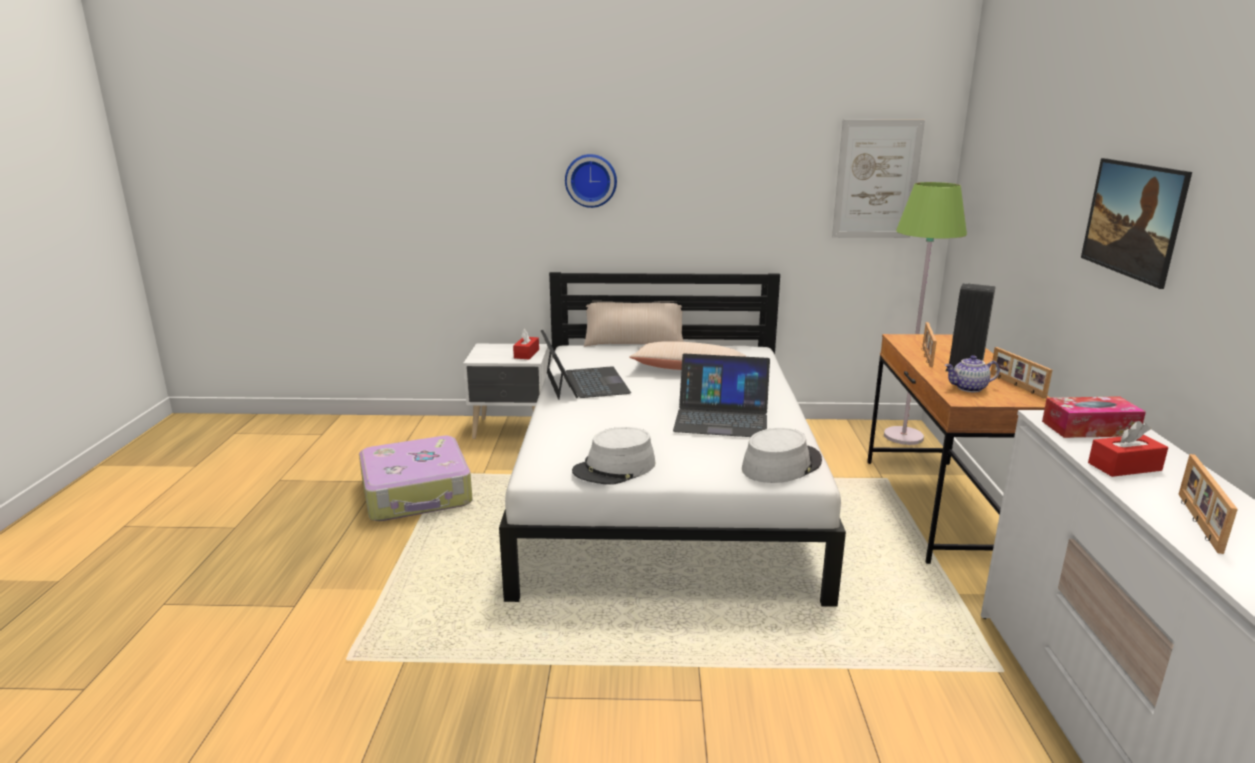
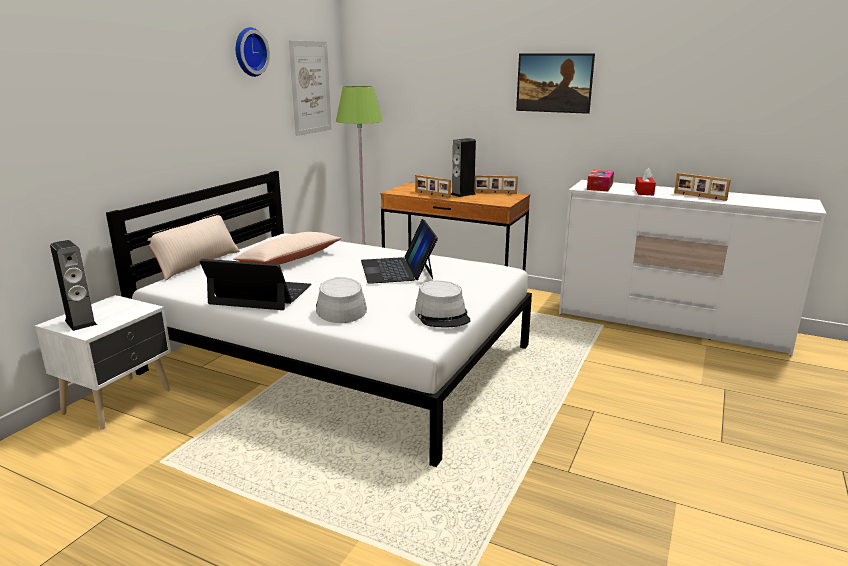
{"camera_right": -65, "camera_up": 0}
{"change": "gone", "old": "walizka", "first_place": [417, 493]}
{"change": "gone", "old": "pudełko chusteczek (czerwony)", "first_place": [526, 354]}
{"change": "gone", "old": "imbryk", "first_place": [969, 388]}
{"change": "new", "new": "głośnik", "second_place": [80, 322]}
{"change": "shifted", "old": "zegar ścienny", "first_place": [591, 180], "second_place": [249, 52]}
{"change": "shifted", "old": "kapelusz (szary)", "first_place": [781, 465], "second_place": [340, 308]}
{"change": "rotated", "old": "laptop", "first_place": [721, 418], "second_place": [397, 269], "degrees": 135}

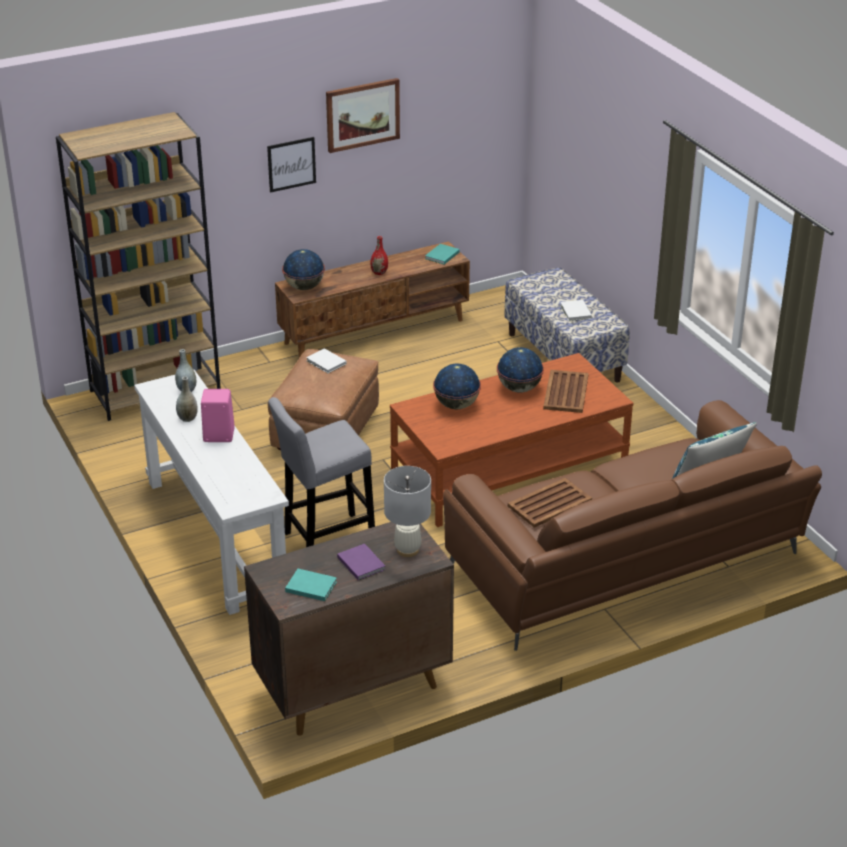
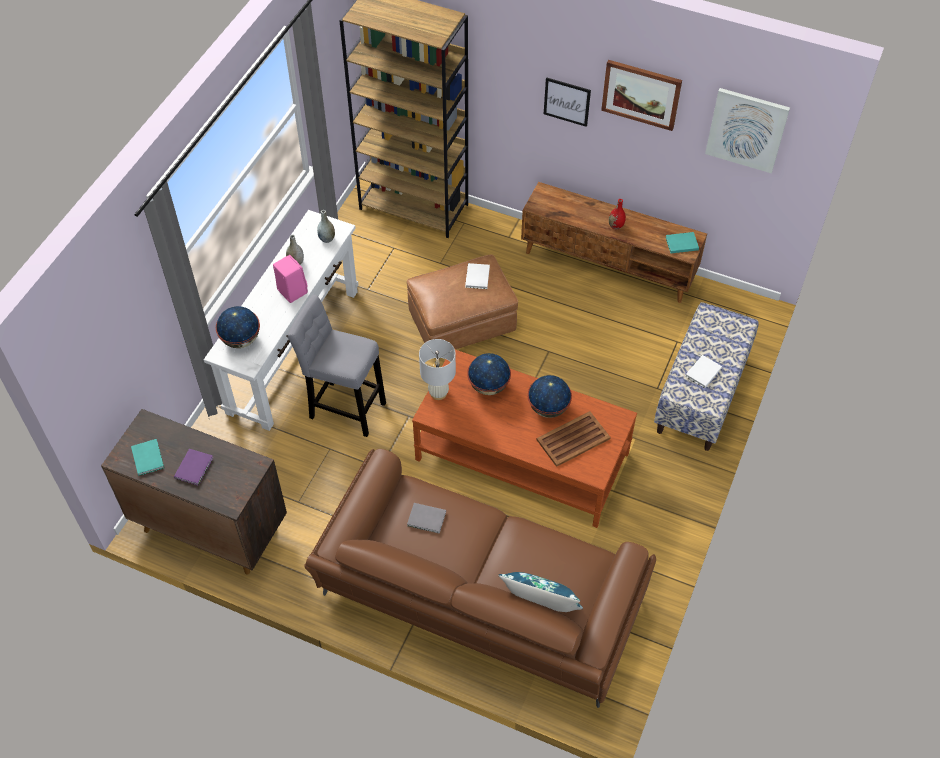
{"camera_right": 50, "camera_up": 20}
{"change": "new", "new": "obraz", "second_place": [746, 129]}
{"change": "shifted", "old": "globus", "first_place": [304, 287], "second_place": [241, 340]}
{"change": "shifted", "old": "lampa stołowa (biały)", "first_place": [407, 550], "second_place": [438, 393]}
{"change": "swapped", "old": "taca (brązowy)", "new": "książka (szary)", "first_place": [550, 503], "second_place": [427, 519]}

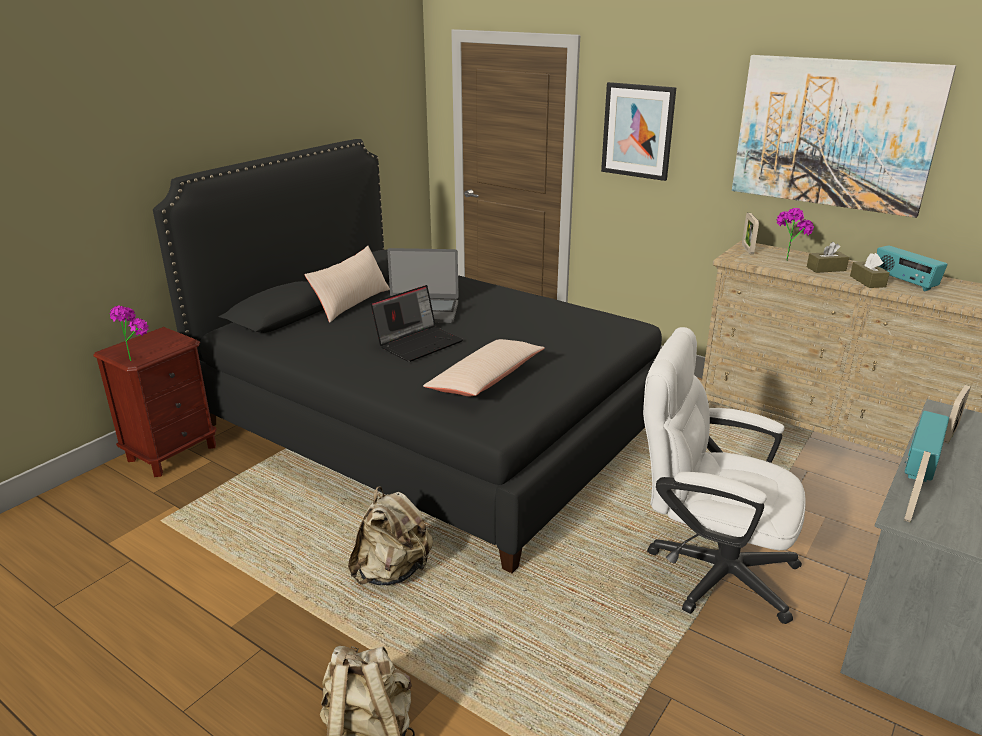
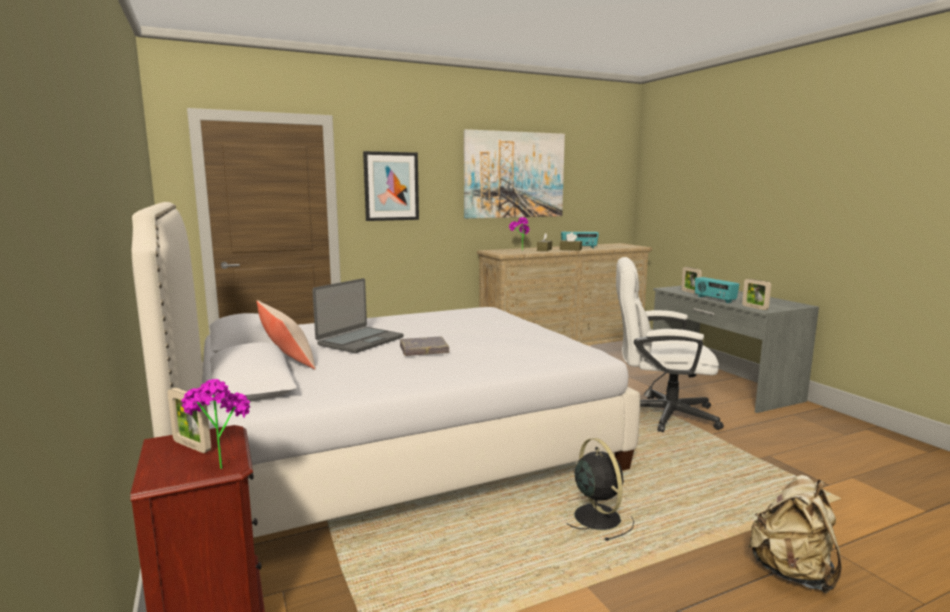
{"camera_right": -60, "camera_up": -15}
{"change": "gone", "old": "poduszka (beżowy)", "first_place": [486, 379]}
{"change": "shifted", "old": "ramka na zdjęcie", "first_place": [747, 249], "second_place": [192, 446]}
{"change": "swapped", "old": "plecak (beżowy)", "new": "wentylator (czarny)", "first_place": [392, 572], "second_place": [595, 516]}
{"change": "swapped", "old": "laptop", "new": "książka (szary)", "first_place": [419, 343], "second_place": [424, 350]}
{"change": "repainted", "old": "łóżko (czarny)", "new": "łóżko (biały)", "first_place": [429, 425], "second_place": [392, 450]}
{"change": "rotated", "old": "krzesło biurowe (biały)", "first_place": [708, 569], "second_place": [658, 414], "degrees": 45}

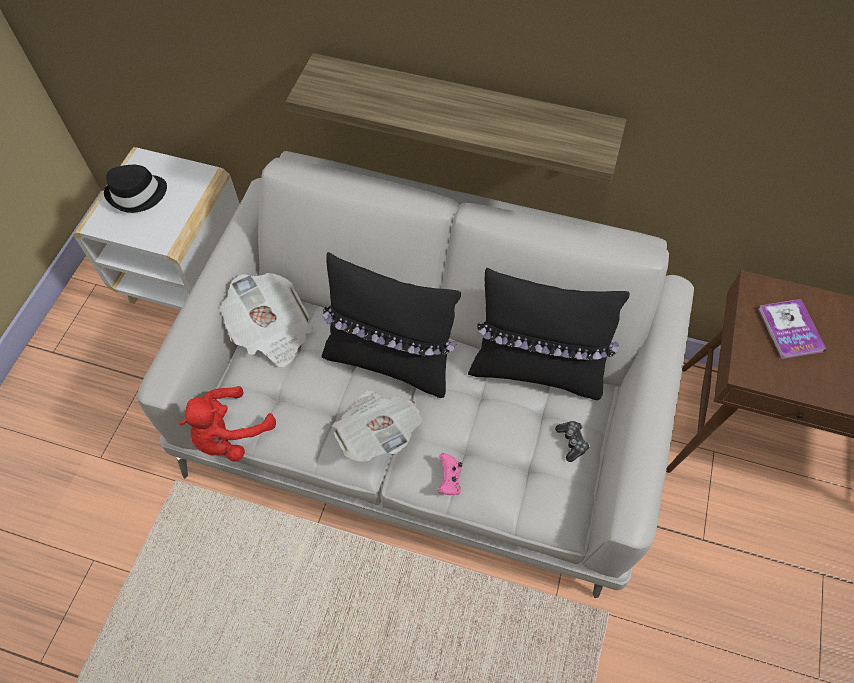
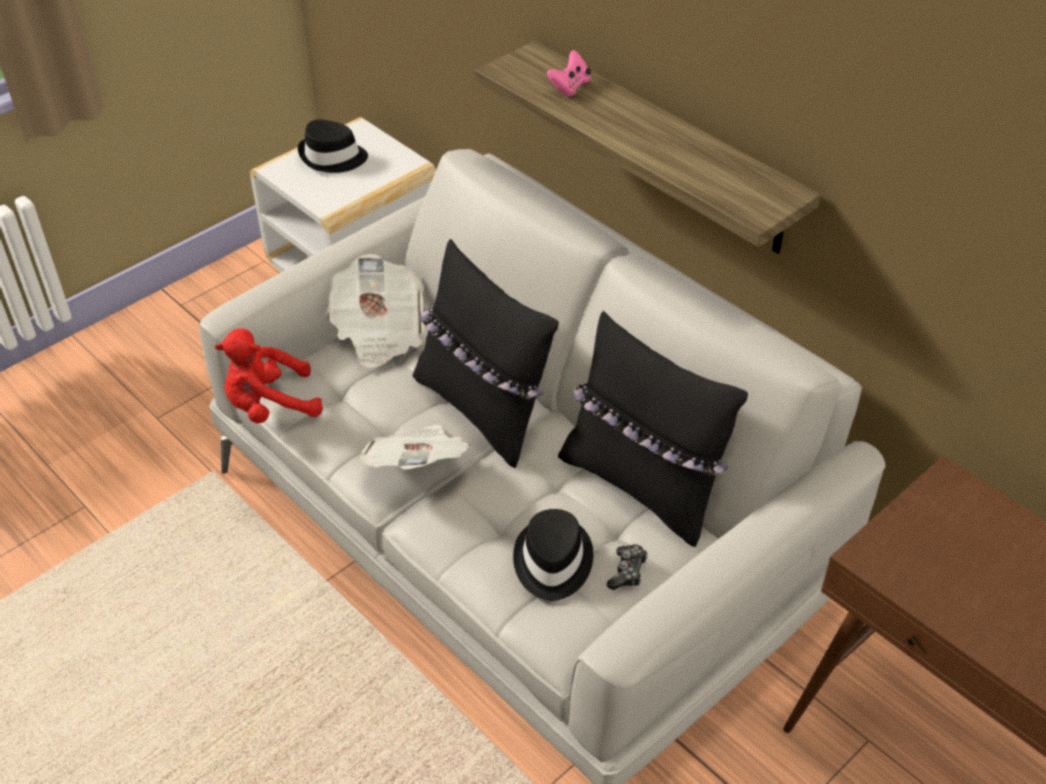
{"camera_right": 30, "camera_up": -15}
{"change": "gone", "old": "książka", "first_place": [790, 330]}
{"change": "new", "new": "kapelusz (czarny)", "second_place": [552, 562]}
{"change": "shifted", "old": "pad do gier (różowy)", "first_place": [449, 479], "second_place": [570, 87]}

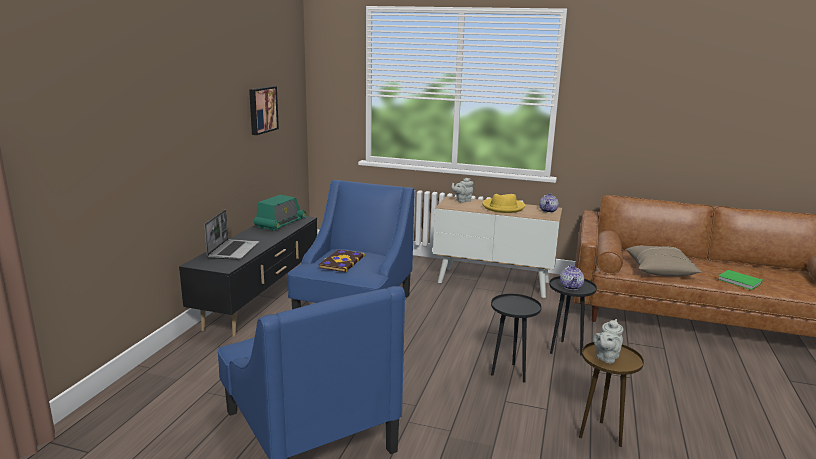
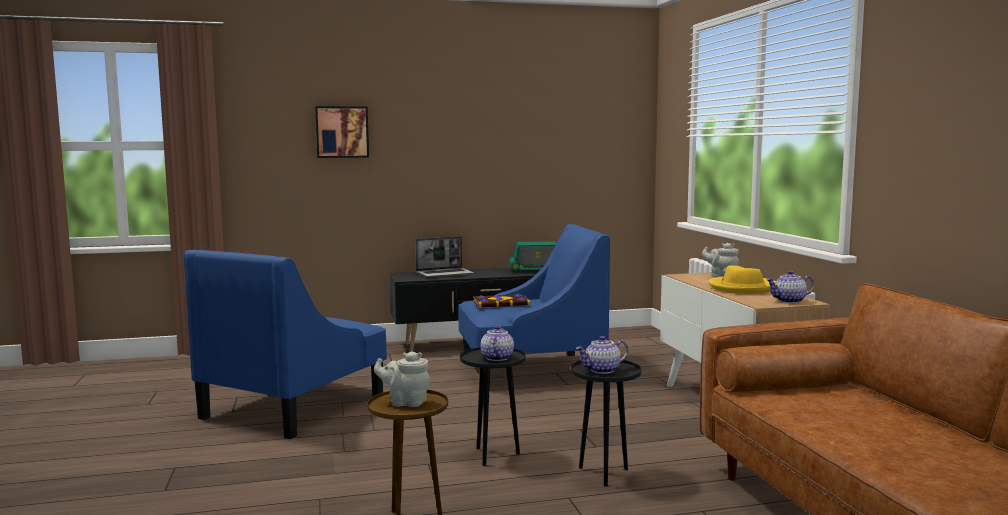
{"camera_right": 60, "camera_up": -10}
{"change": "gone", "old": "poduszka (beżowy)", "first_place": [659, 270]}
{"change": "gone", "old": "książka (zielony)", "first_place": [740, 282]}
{"change": "new", "new": "imbryk", "second_place": [496, 358]}
{"change": "shifted", "old": "obraz", "first_place": [262, 110], "second_place": [342, 132]}

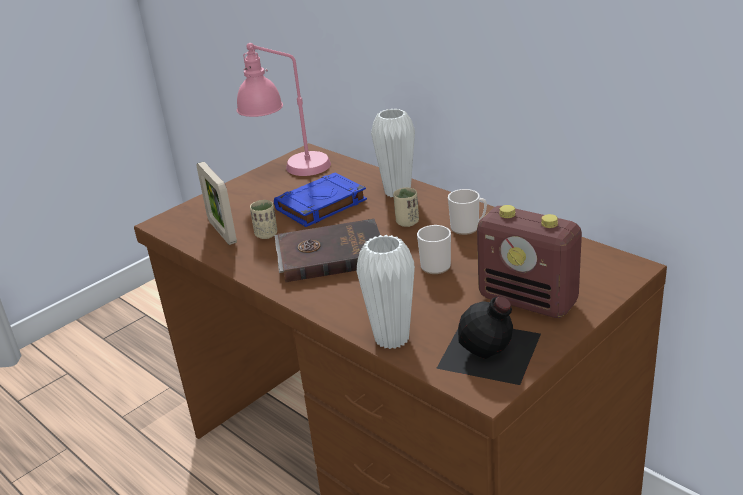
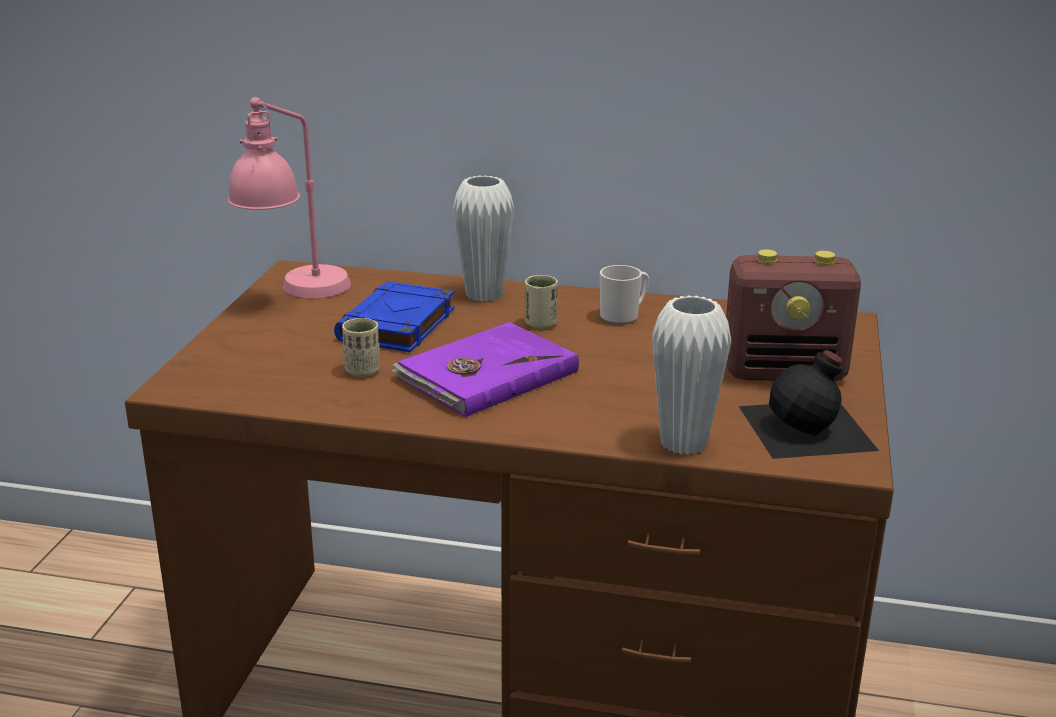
{"camera_right": -35, "camera_up": -5}
{"change": "gone", "old": "ramka na zdjęcie", "first_place": [222, 232]}
{"change": "gone", "old": "kubek", "first_place": [435, 264]}
{"change": "repainted", "old": "książka (brązowy)", "new": "książka (fioletowy)", "first_place": [330, 254], "second_place": [485, 375]}

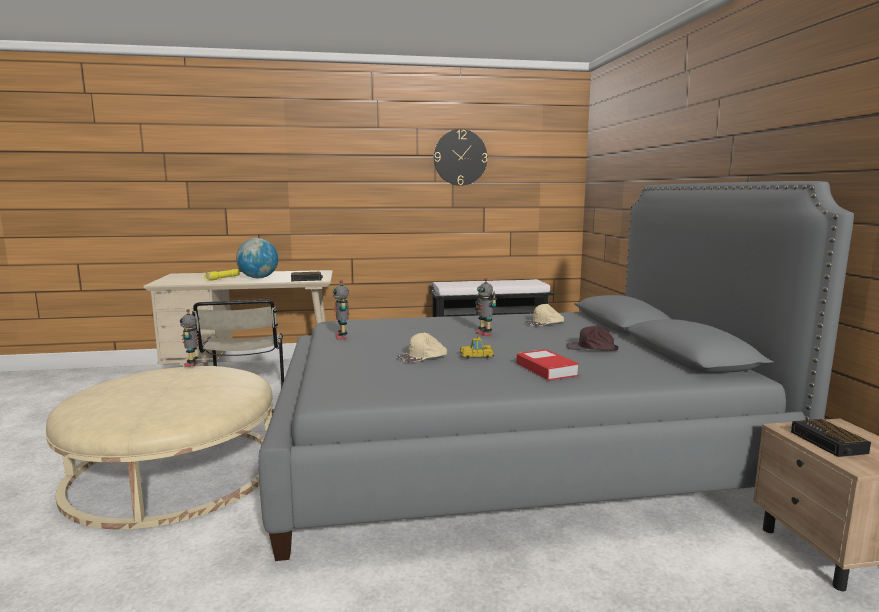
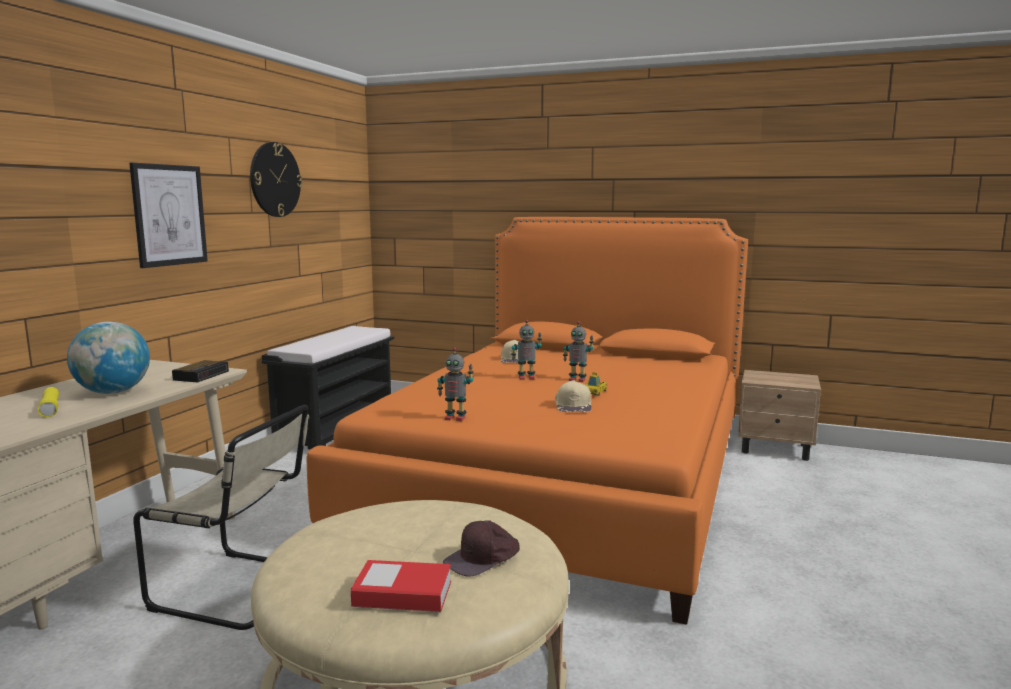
{"camera_right": -60, "camera_up": 0}
{"change": "gone", "old": "budzik", "first_place": [829, 443]}
{"change": "new", "new": "obraz", "second_place": [169, 215]}
{"change": "shifted", "old": "robot zabawkowy", "first_place": [192, 364], "second_place": [577, 380]}
{"change": "shifted", "old": "książka", "first_place": [546, 370], "second_place": [402, 594]}
{"change": "shifted", "old": "czapka z daszkiem (brązowy)", "first_place": [591, 348], "second_place": [483, 558]}
{"change": "repainted", "old": "łóżko (szary)", "new": "łóżko (pomarańczowy)", "first_place": [507, 446], "second_place": [562, 481]}

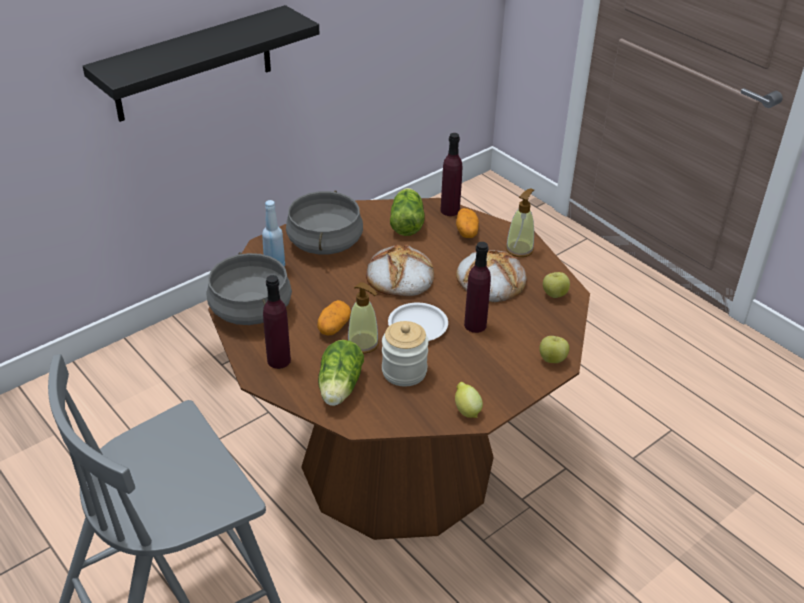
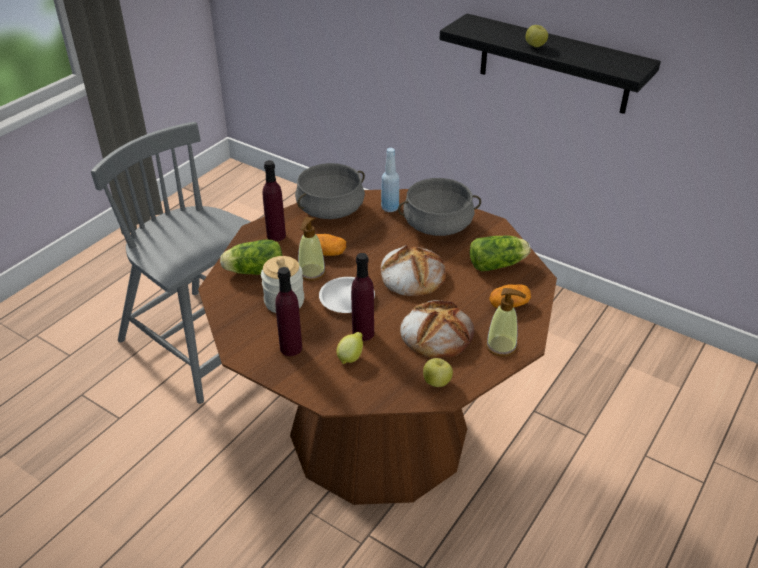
{"camera_right": 75, "camera_up": 0}
{"change": "shifted", "old": "butelka (fioletowy)", "first_place": [450, 210], "second_place": [291, 348]}
{"change": "shifted", "old": "cytryna", "first_place": [466, 410], "second_place": [351, 357]}
{"change": "shifted", "old": "jabłko", "first_place": [552, 359], "second_place": [535, 46]}

